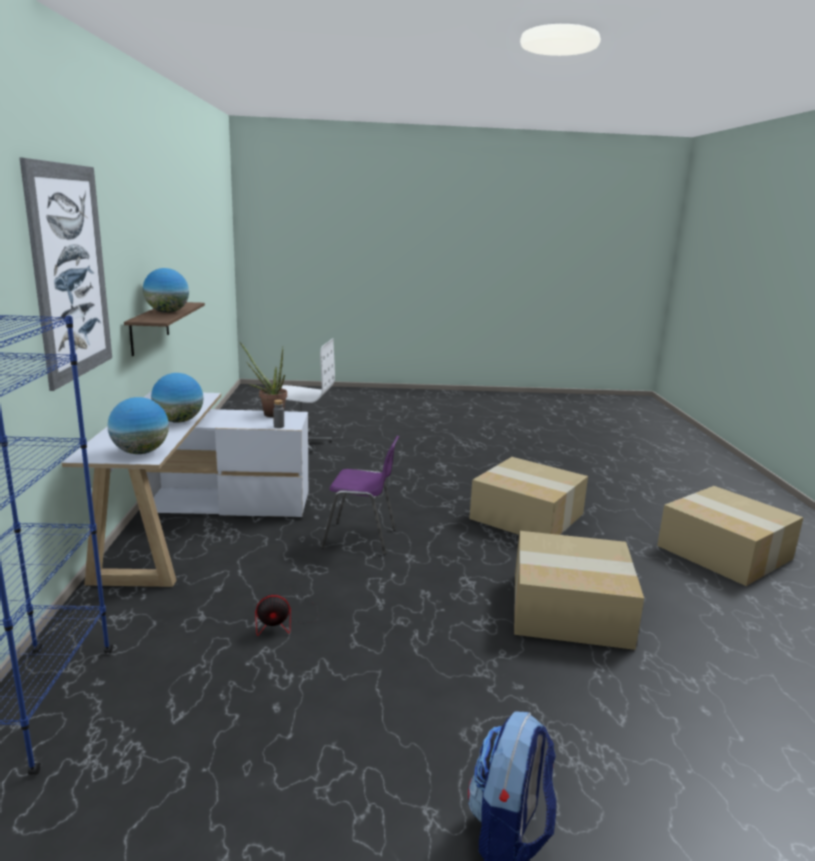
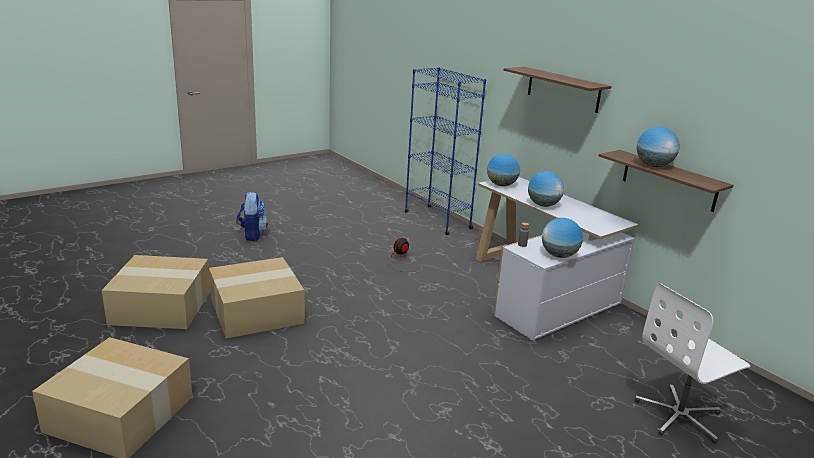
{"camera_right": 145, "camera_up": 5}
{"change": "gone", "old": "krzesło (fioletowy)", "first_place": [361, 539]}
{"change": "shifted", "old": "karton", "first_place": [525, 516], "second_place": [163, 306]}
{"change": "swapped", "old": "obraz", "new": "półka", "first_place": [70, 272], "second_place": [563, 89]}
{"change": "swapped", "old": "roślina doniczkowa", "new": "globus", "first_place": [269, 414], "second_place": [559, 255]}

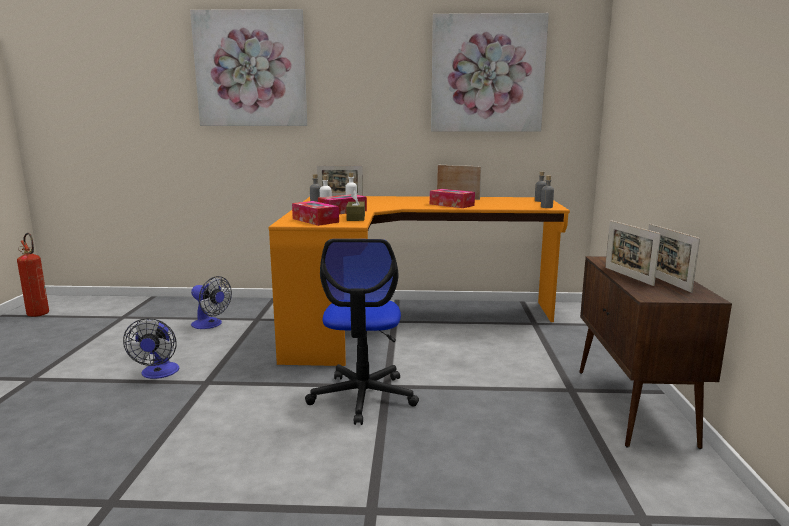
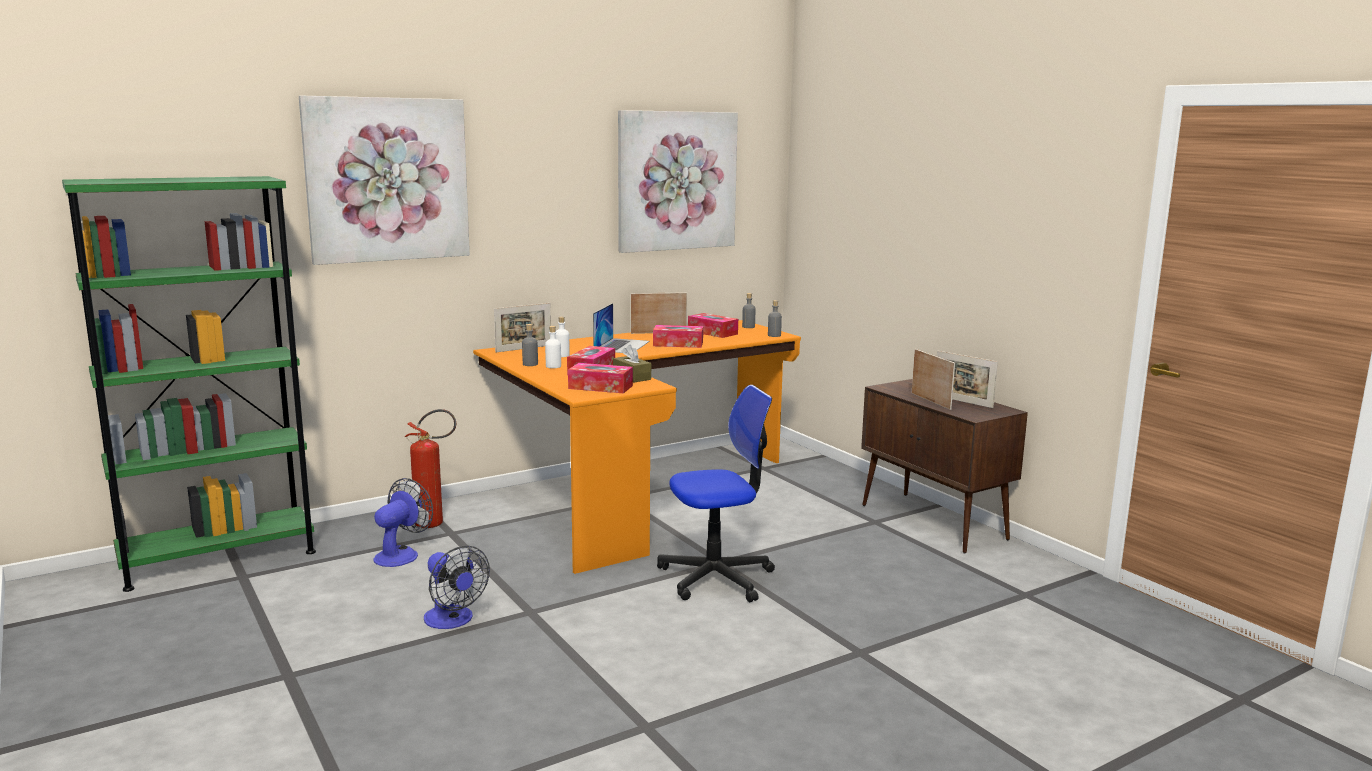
{"camera_right": -35, "camera_up": 0}
{"change": "new", "new": "regał (zielony)", "second_place": [218, 557]}
{"change": "new", "new": "laptop", "second_place": [621, 346]}
{"change": "new", "new": "pudełko chusteczek", "second_place": [712, 332]}
{"change": "shifted", "old": "gaśnica", "first_place": [39, 315], "second_place": [435, 524]}
{"change": "rotated", "old": "wentylator", "first_place": [210, 325], "second_place": [401, 554], "degrees": -60}
{"change": "rotated", "old": "krzesło biurowe", "first_place": [363, 397], "second_place": [716, 577], "degrees": -75}
{"change": "rotated", "old": "ramka na zdjęcie", "first_place": [628, 276], "second_place": [930, 401], "degrees": -150}

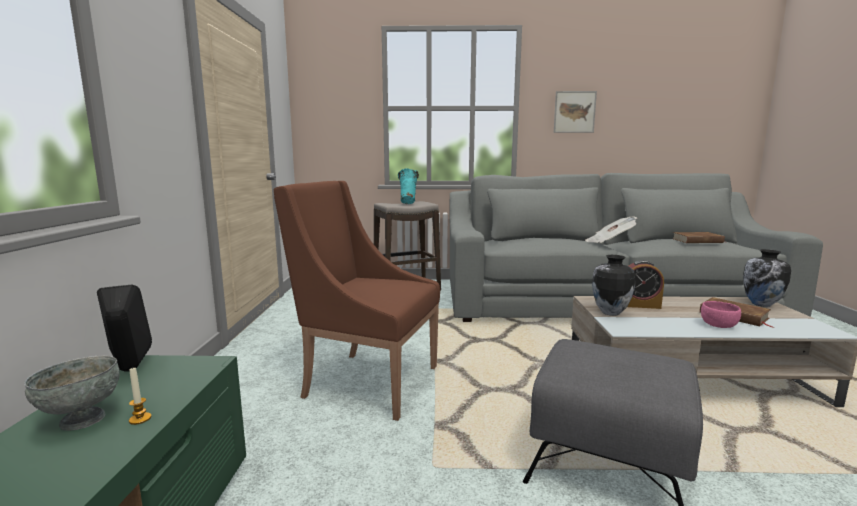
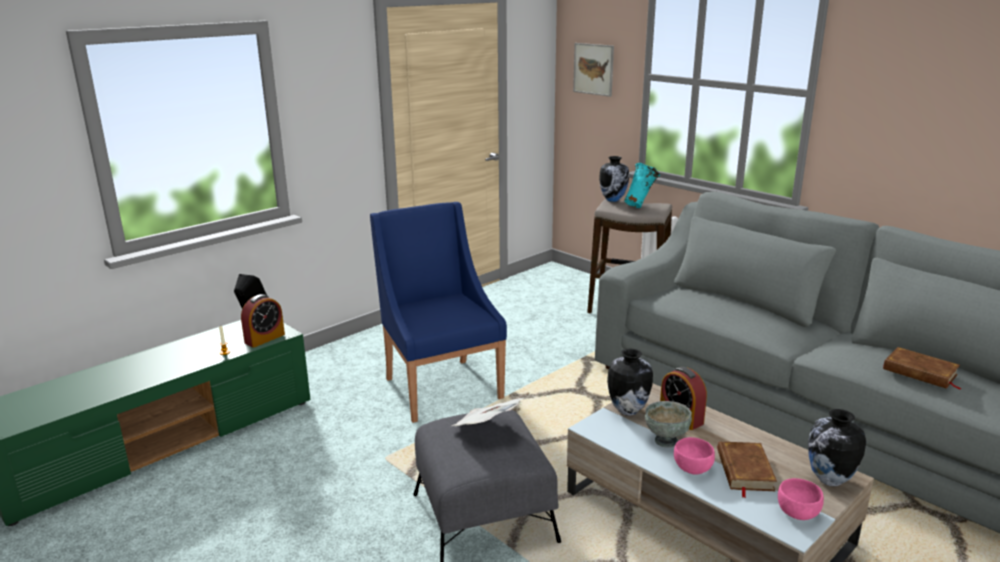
{"camera_right": 45, "camera_up": 10}
{"change": "new", "new": "budzik", "second_place": [264, 338]}
{"change": "new", "new": "wazon", "second_place": [613, 200]}
{"change": "new", "new": "miska (różowy)", "second_place": [797, 512]}
{"change": "shifted", "old": "miska (szary)", "first_place": [82, 419], "second_place": [666, 440]}
{"change": "shifted", "old": "obraz", "first_place": [574, 112], "second_place": [593, 69]}
{"change": "shifted", "old": "gazeta", "first_place": [609, 242], "second_place": [487, 429]}
{"change": "repainted", "old": "fotel (brązowy)", "new": "fotel (niebieski)", "first_place": [367, 381], "second_place": [440, 387]}

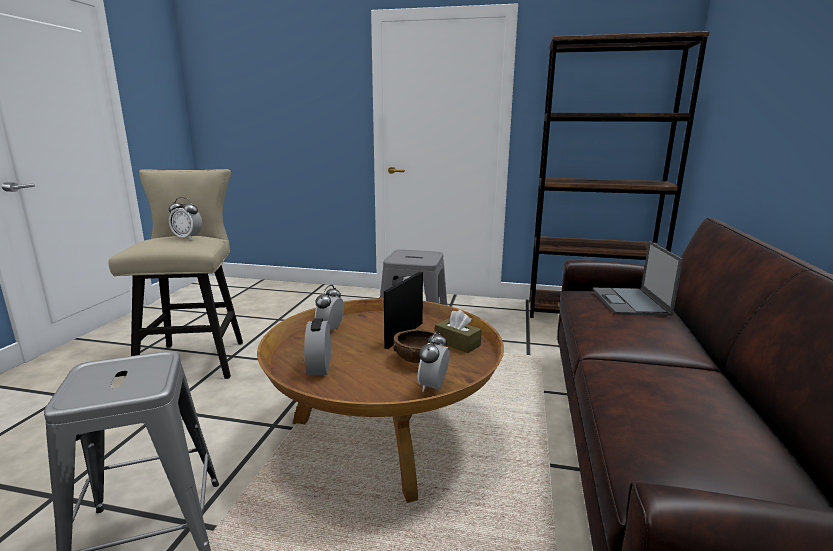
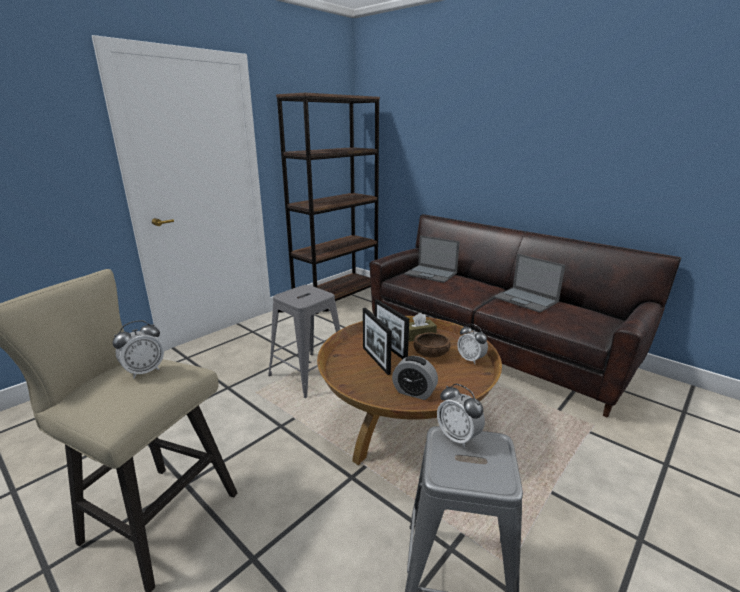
{"camera_right": -60, "camera_up": 5}
{"change": "new", "new": "ramka na zdjęcie", "second_place": [376, 360]}
{"change": "new", "new": "laptop", "second_place": [526, 300]}
{"change": "shifted", "old": "budzik", "first_place": [330, 329], "second_place": [458, 437]}

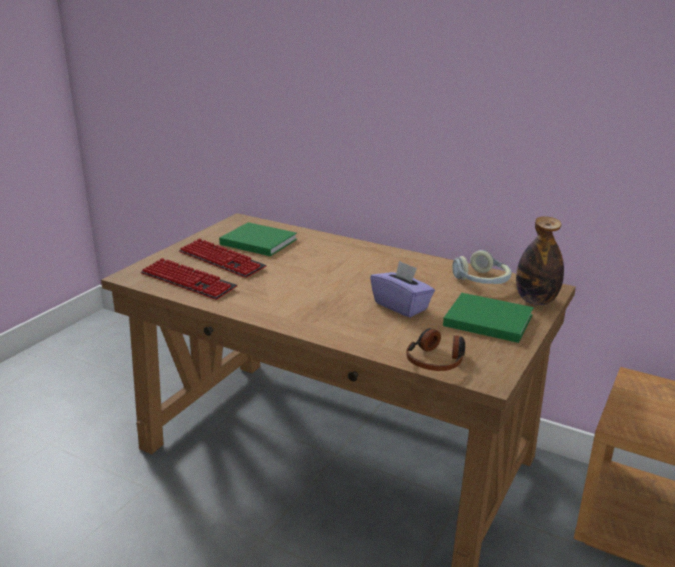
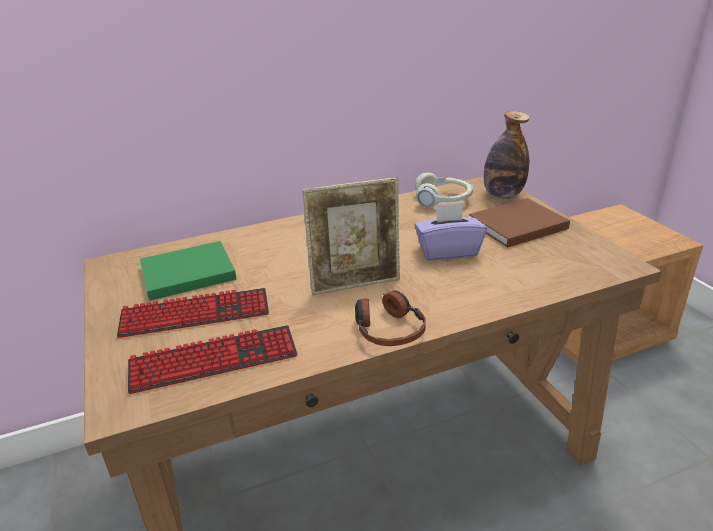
{"camera_right": -50, "camera_up": 5}
{"change": "new", "new": "ramka na zdjęcie", "second_place": [356, 284]}
{"change": "shifted", "old": "słuchawki", "first_place": [436, 360], "second_place": [388, 328]}
{"change": "repainted", "old": "książka (zielony)", "new": "książka (brązowy)", "first_place": [485, 319], "second_place": [515, 226]}

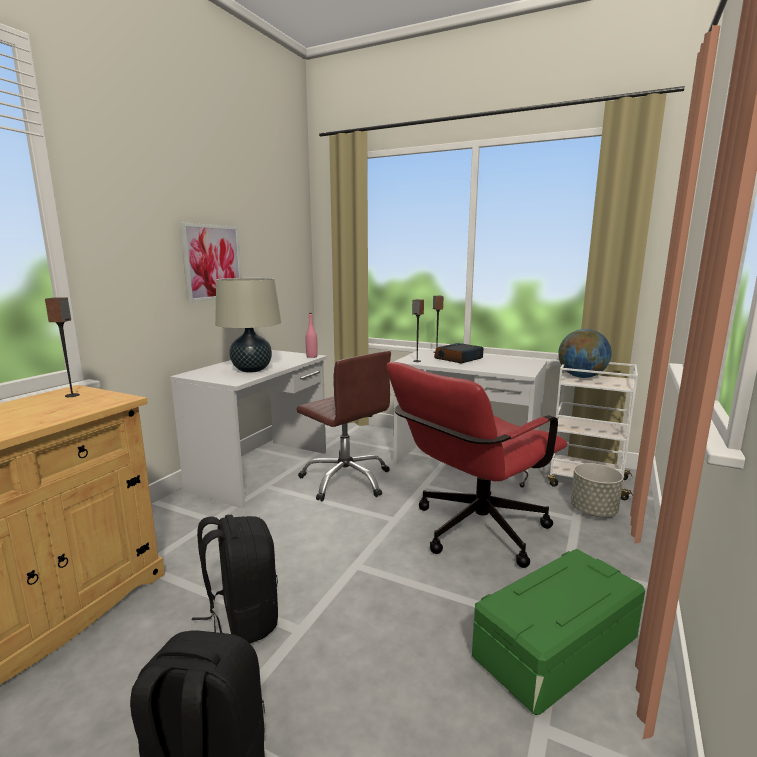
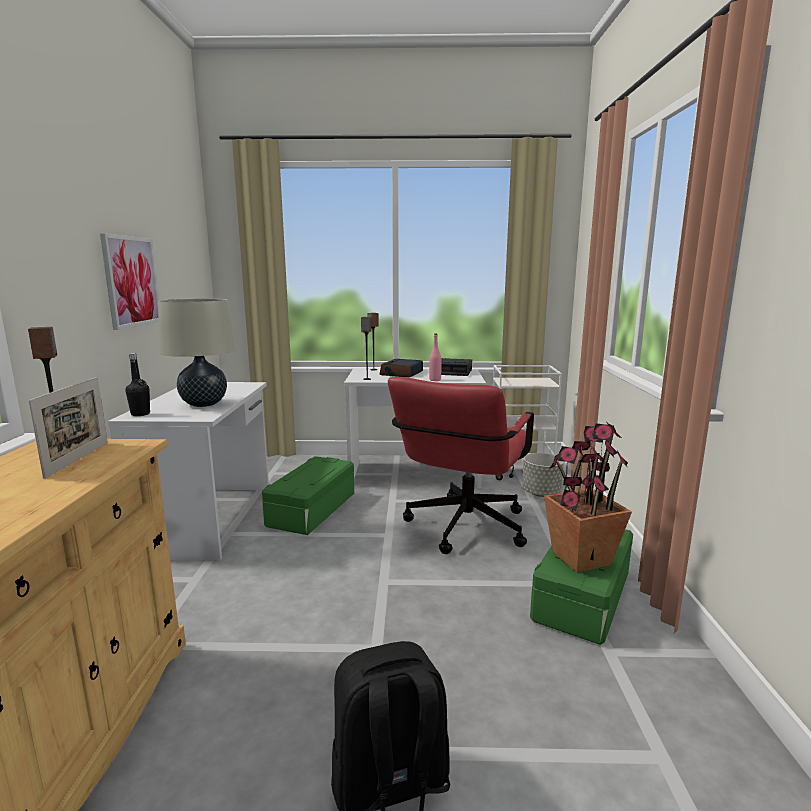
{"camera_right": -25, "camera_up": 0}
{"change": "gone", "old": "plecak (czarny)", "first_place": [241, 620]}
{"change": "gone", "old": "globus", "first_place": [581, 377]}
{"change": "new", "new": "ramka na zdjęcie", "second_place": [78, 459]}
{"change": "new", "new": "butelka (czarny)", "second_place": [140, 414]}
{"change": "new", "new": "budzik", "second_place": [453, 372]}
{"change": "new", "new": "roślina doniczkowa", "second_place": [580, 558]}
{"change": "shifted", "old": "butelka (różowy)", "first_place": [312, 356], "second_place": [435, 380]}
{"change": "swapped", "old": "krzesło biurowe (brązowy)", "new": "pojemnik do przechowywania (zielony)", "first_place": [346, 480], "second_place": [313, 510]}

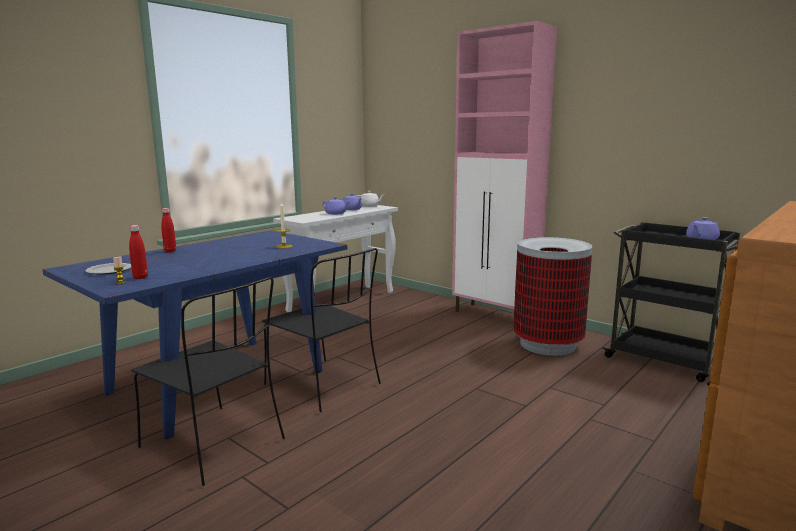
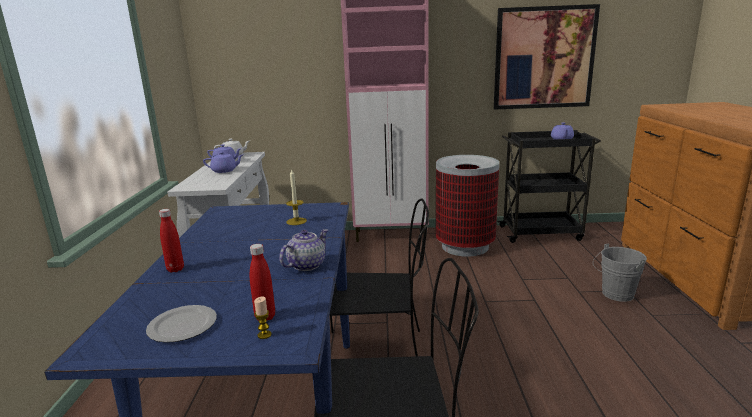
{"camera_right": -40, "camera_up": 5}
{"change": "new", "new": "imbryk", "second_place": [306, 265]}
{"change": "new", "new": "obraz", "second_place": [544, 58]}
{"change": "new", "new": "wiadro (szary)", "second_place": [615, 295]}

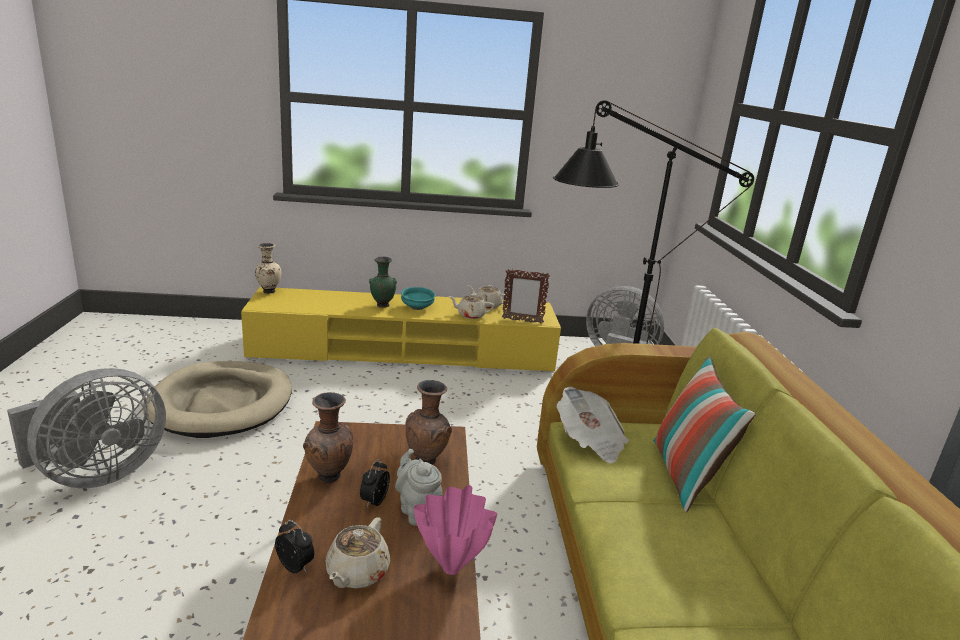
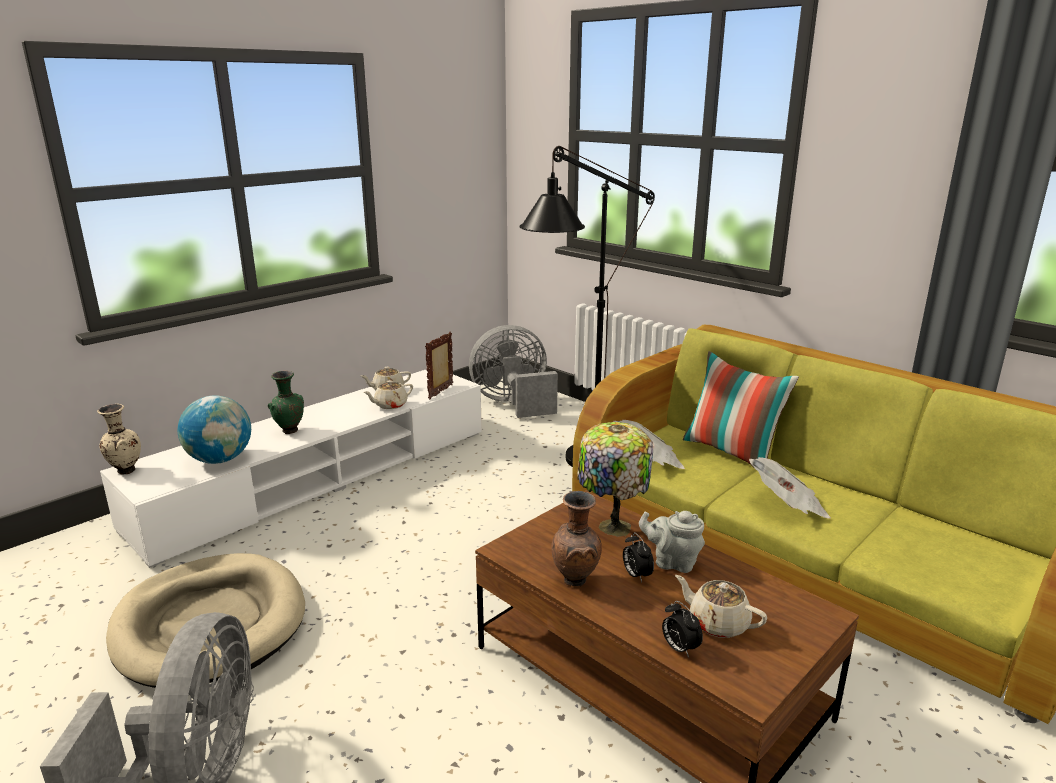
{"camera_right": -40, "camera_up": 0}
{"change": "gone", "old": "miska (turkusowy)", "first_place": [417, 308]}
{"change": "gone", "old": "wazon (różowy)", "first_place": [450, 569]}
{"change": "new", "new": "globus", "second_place": [220, 459]}
{"change": "new", "new": "gazeta", "second_place": [787, 506]}
{"change": "swapped", "old": "wazon (brązowy)", "new": "lampa stołowa", "first_place": [427, 461], "second_place": [612, 527]}
{"change": "repainted", "old": "szafka pod telewizor (żółty)", "new": "szafka pod telewizor (biały)", "first_place": [405, 352], "second_place": [321, 477]}
{"change": "rotated", "old": "budzik", "first_place": [296, 567], "second_place": [679, 648], "degrees": -120}
{"change": "rotated", "old": "imbryk (beżowy)", "first_place": [356, 573], "second_place": [717, 623], "degrees": 150}
{"change": "rotated", "old": "ramka na zdjęcie", "first_place": [522, 321], "second_place": [441, 392], "degrees": 150}

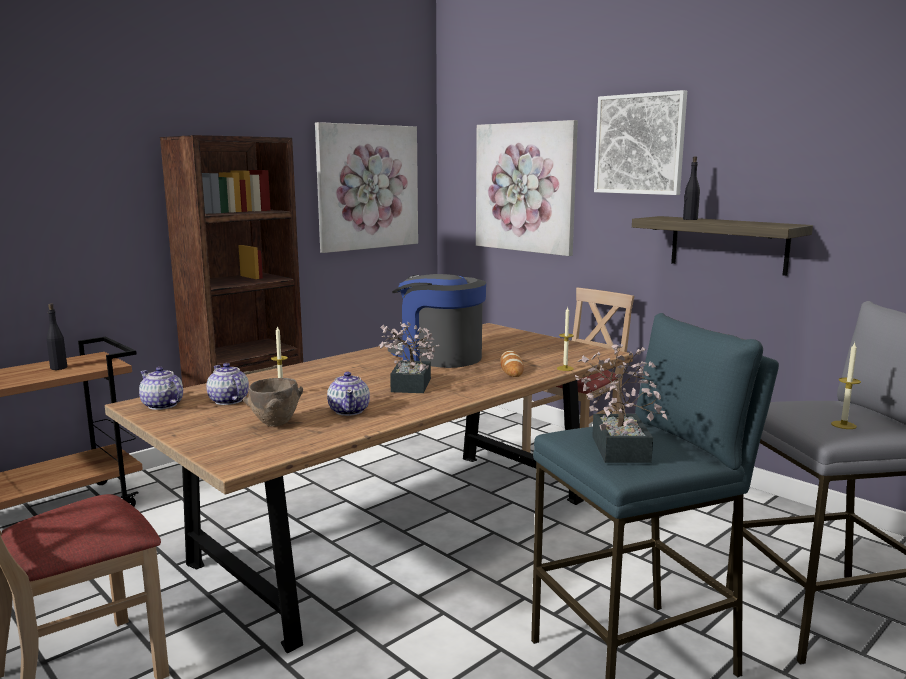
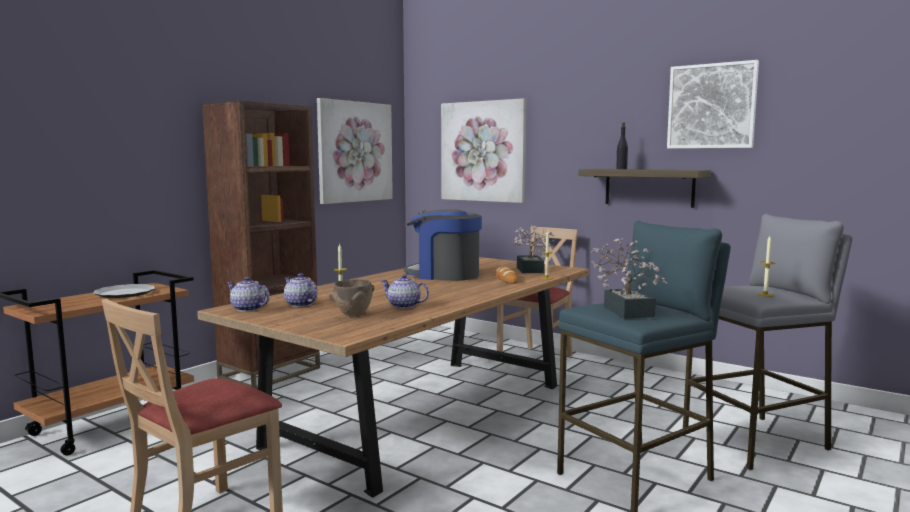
{"camera_right": -10, "camera_up": -5}
{"change": "shifted", "old": "roślina doniczkowa", "first_place": [409, 387], "second_place": [530, 271]}
{"change": "shifted", "old": "obraz", "first_place": [639, 144], "second_place": [711, 106]}
{"change": "swapped", "old": "butelka (czarny)", "new": "talerz", "first_place": [58, 368], "second_place": [125, 293]}
{"change": "rotated", "old": "imbryk", "first_place": [349, 411], "second_place": [404, 306], "degrees": 135}

